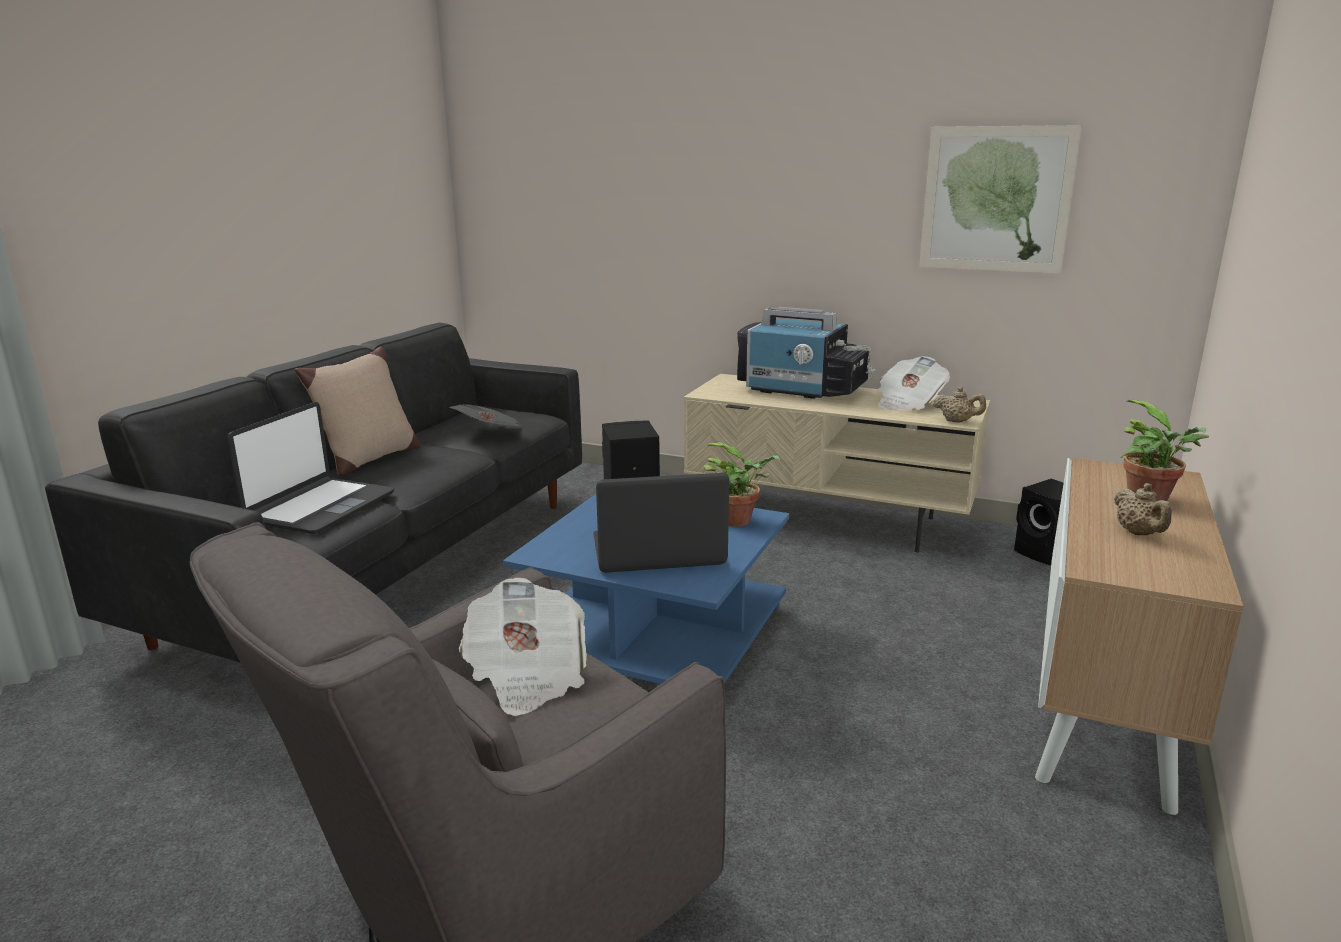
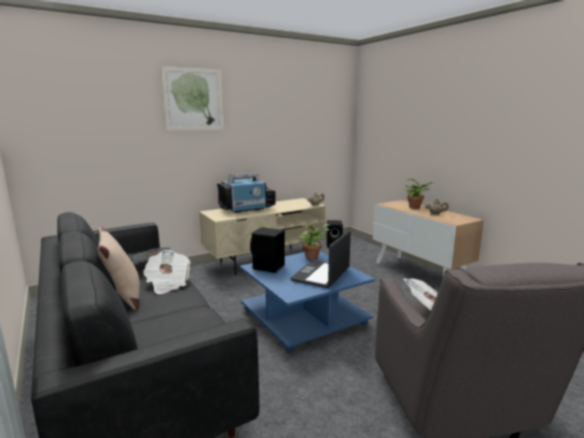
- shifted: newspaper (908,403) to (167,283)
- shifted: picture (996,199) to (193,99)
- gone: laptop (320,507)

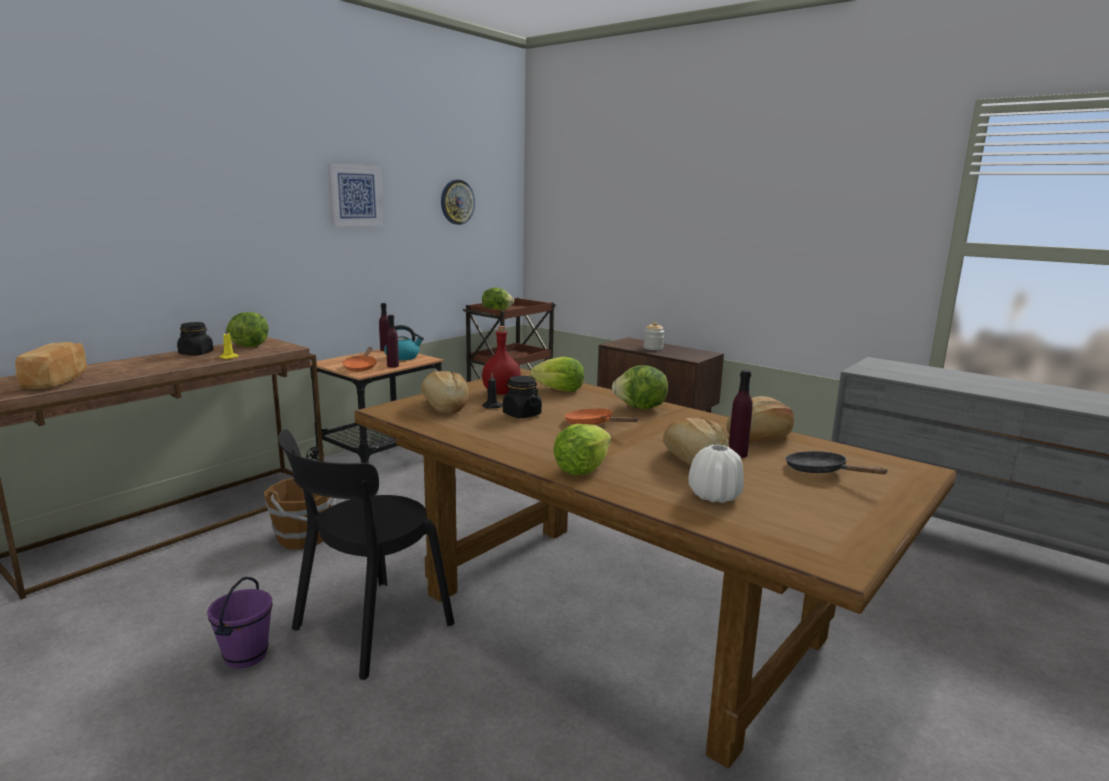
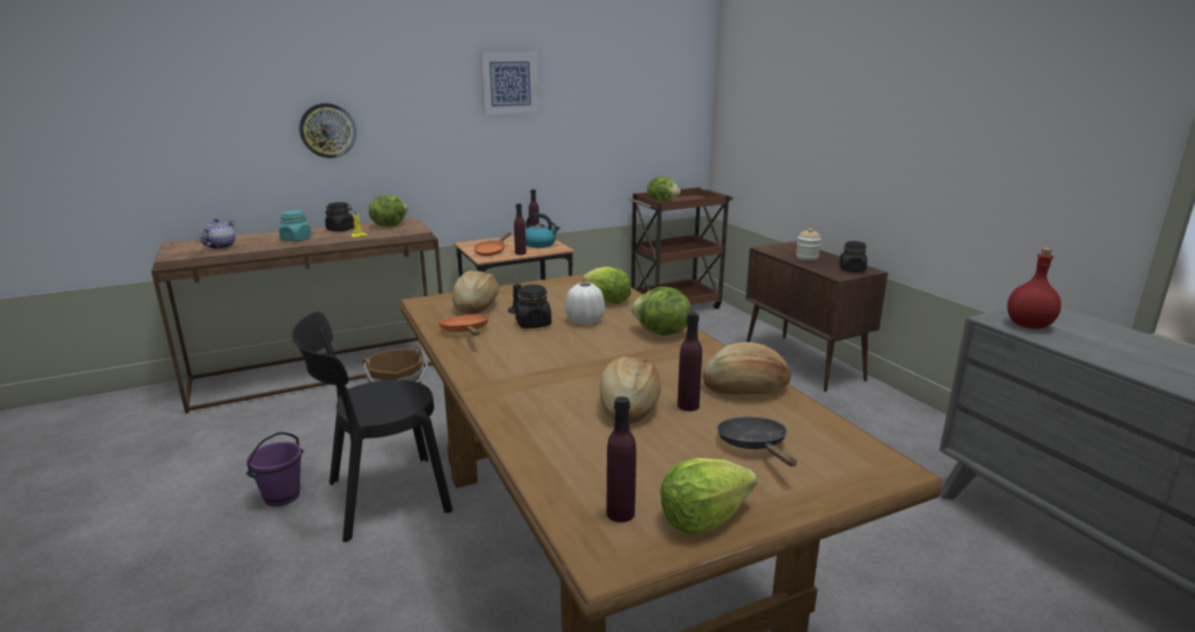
- swapped: bread (58,380) to teapot (220,246)
- new: turquoise jar (296,239)
- shifted: wall clock (457,202) to (328,130)
- shifted: orange frying pan (593,424) to (466,331)
- shifted: white vase (714,496) to (585,320)
- new: purple bottle (620,513)
- shifted: lettuce (582,469) to (703,518)
- new: black jar (852,269)
- shifted: red bottle (501,392) to (1029,325)

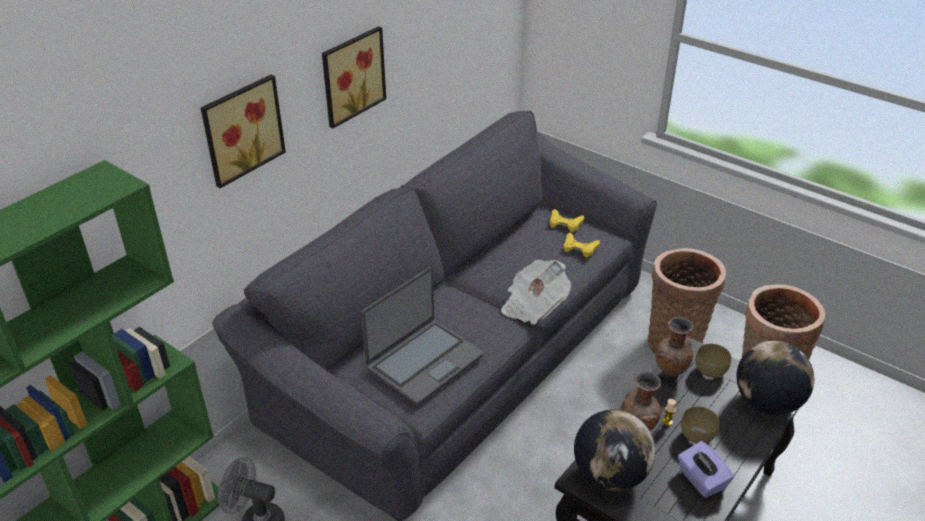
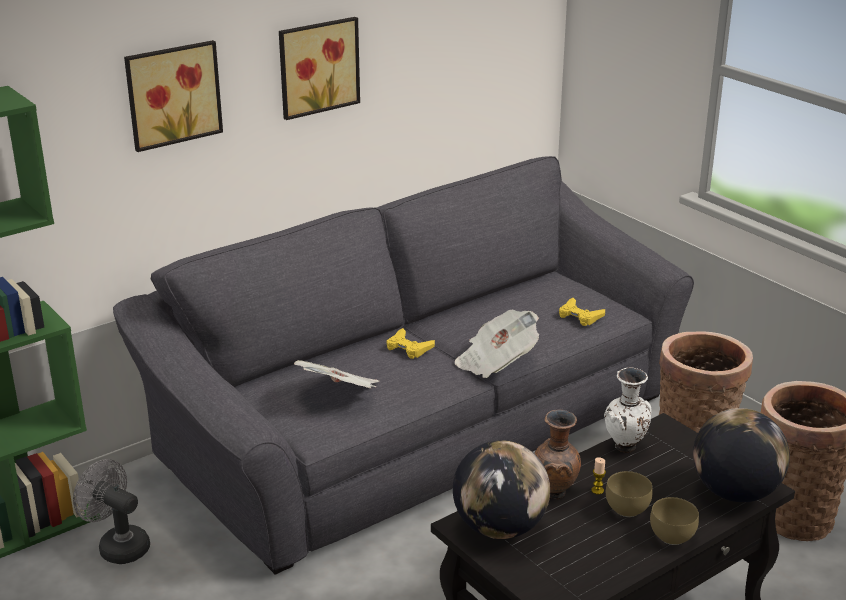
- swapped: laptop (424,362) to newspaper (340,394)
- shifted: yellow game controller (565,223) to (408,348)
- repainted: brown vase (670,376) to white vase (625,448)
- shifted: brown bowl (711,370) to (673,536)
- gone: purple tissue box (701,480)

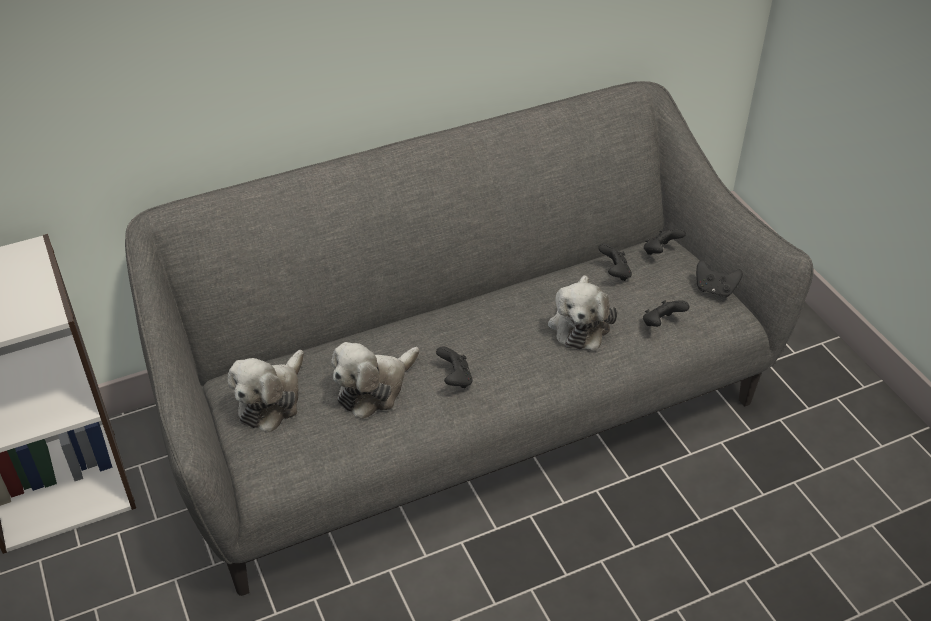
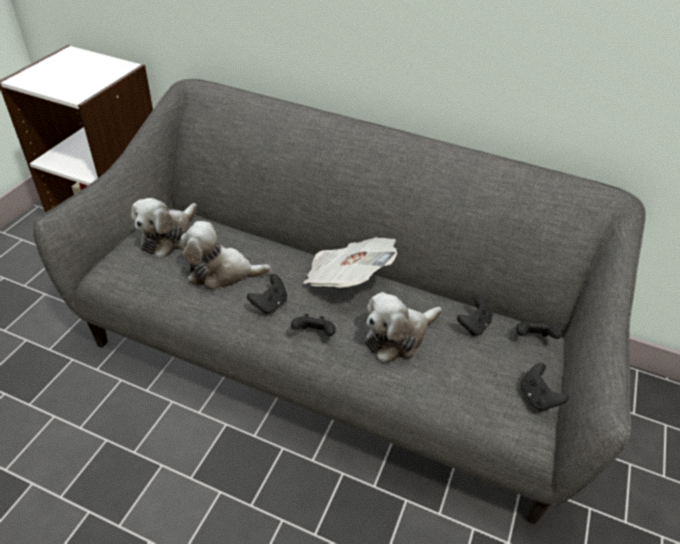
- rotated: plush toy (271,400) = (168,236) 45 degrees counterclockwise
- shifted: black game controller (661,324) to (314,334)
- new: newspaper (346,279)

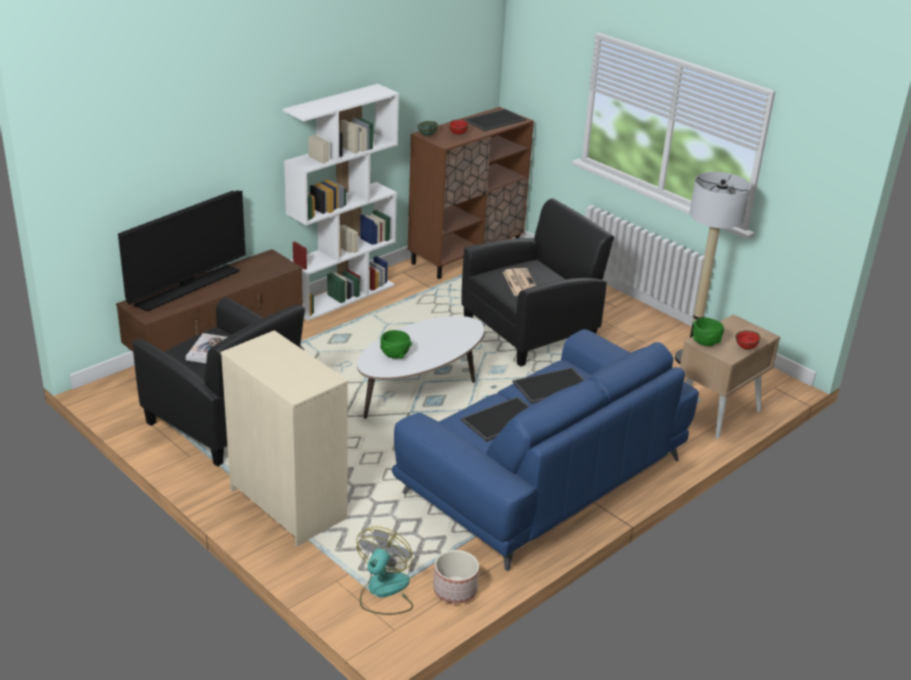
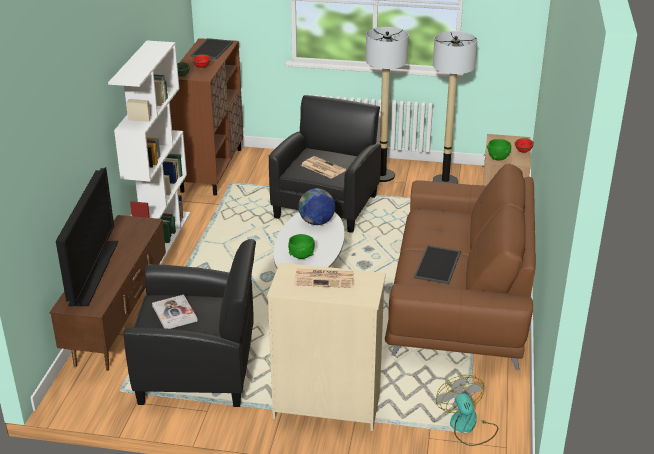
- new: newspaper (325,278)
- new: globe (316,222)
- new: floor lamp (382,176)
- repainted: blue sofa (543,476) to brown sofa (459,298)
- gone: planter (455,590)
- gone: tray (552,387)

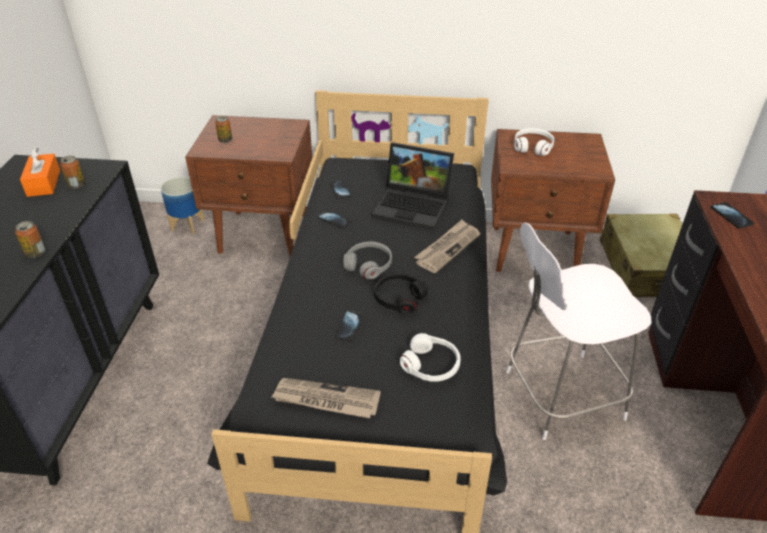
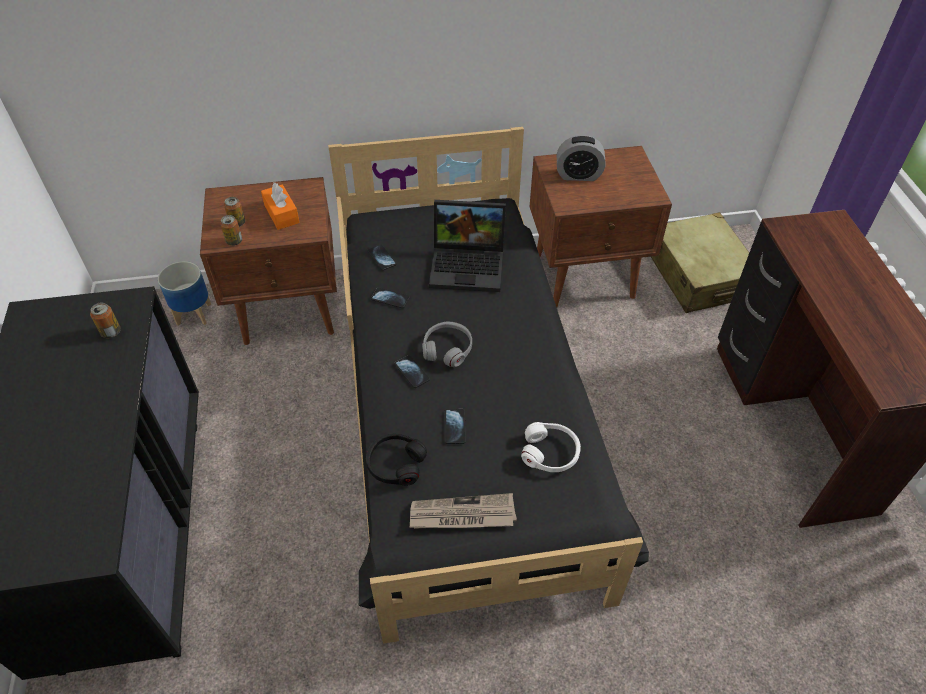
- shifted: can (35,253) to (234,241)
- shifted: orange tissue box (44,183) to (281,214)
- shifted: black headphones (399,298) to (395,464)
- shifted: phone (731,216) to (412,372)
- swapped: white headphones (533,147) to alarm clock (578,175)
- gone: newspaper (447,248)
- gone: white chair (559,395)

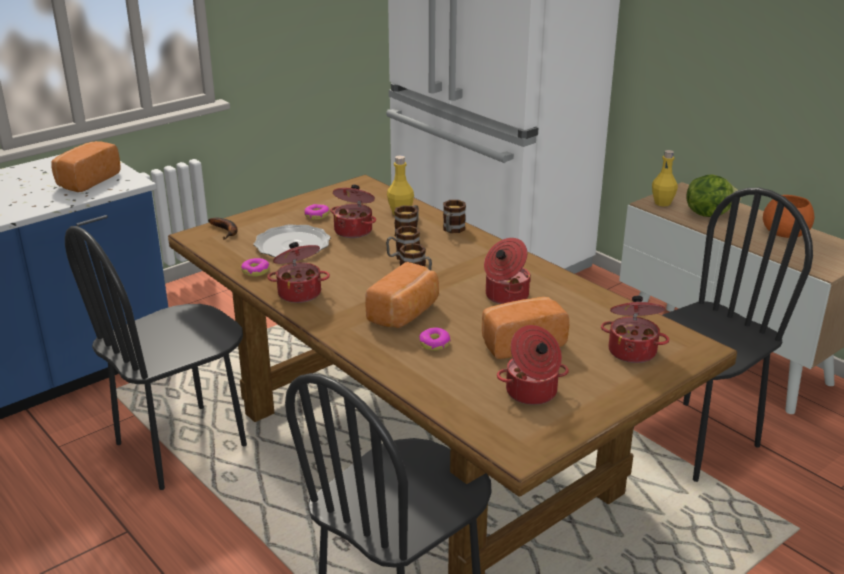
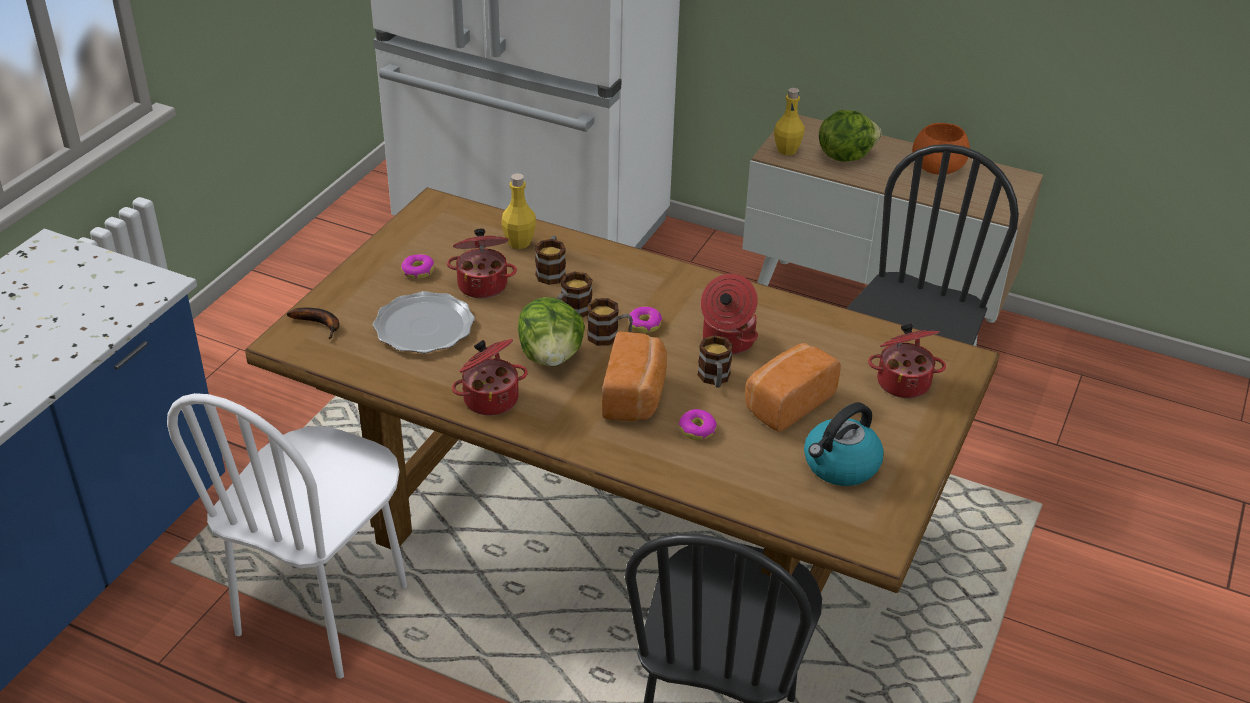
- repainted: black chair (181,445) to white chair (324,611)
- new: lettuce (551,356)
- shifted: donut (256,271) to (644,324)
- shifted: mug (452,230) to (714,379)
- swapped: cooking pot (531,392) to kettle (840,466)
- gone: bread (86,181)

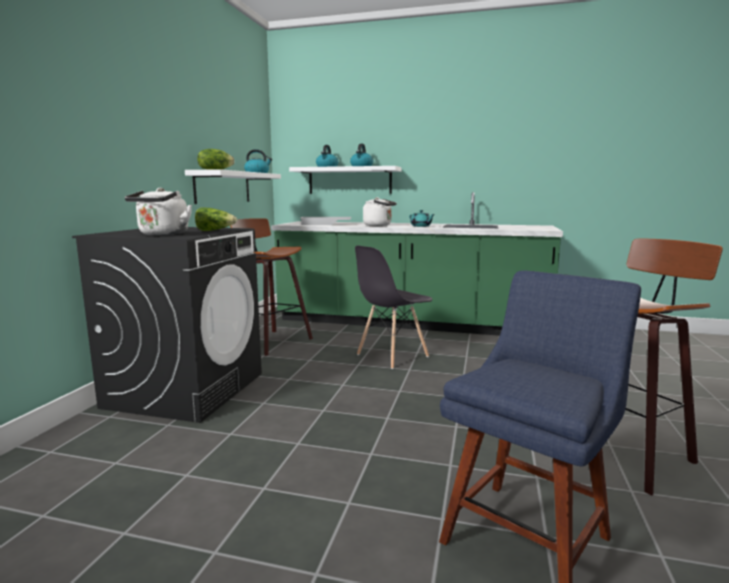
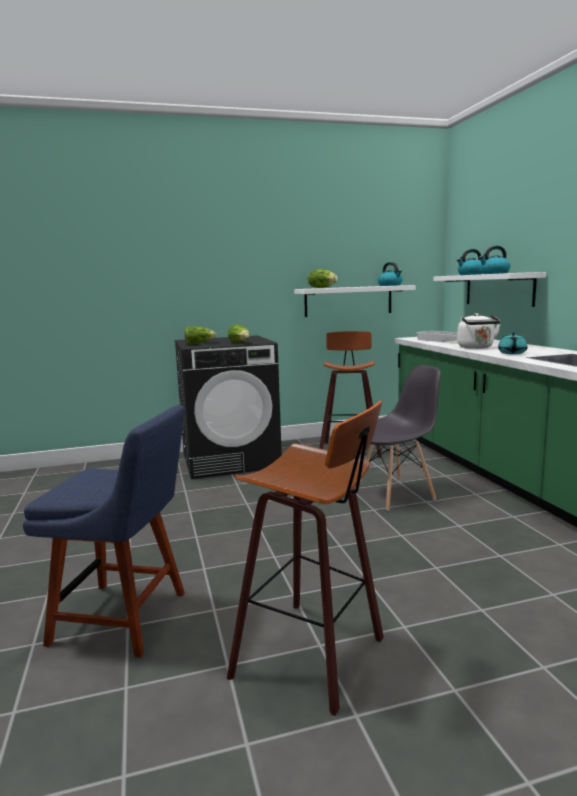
- swapped: white kettle (162,234) to lettuce (199,343)
- rotated: grey chair (391,356) = (395,494) 135 degrees clockwise

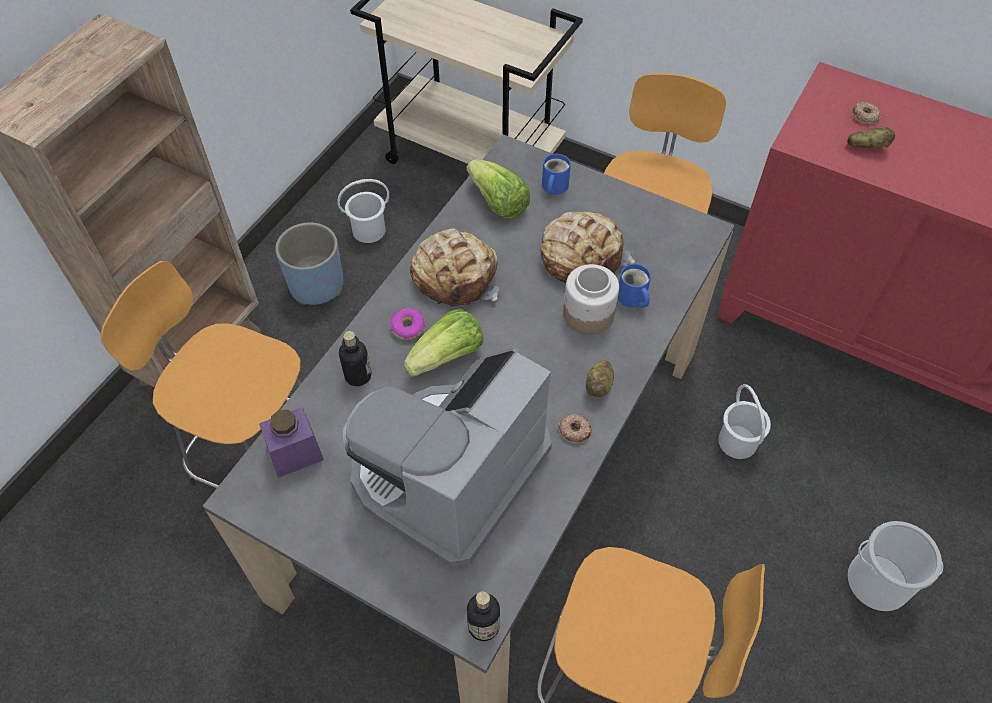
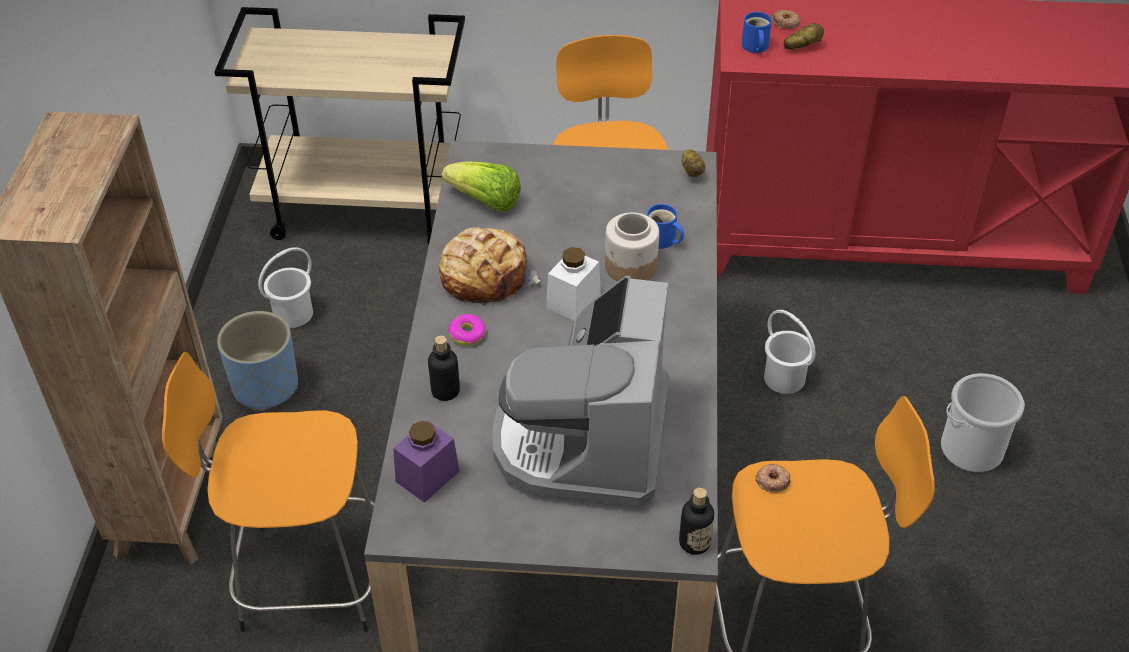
- new: white jar (573,301)
- shifted: potato (599,385) to (692,171)
- shifted: blue mug (553,187) to (754,47)
- shifted: donut (574,430) to (772,480)
- gone: lettuce (447,356)
- gone: bread (581,256)

